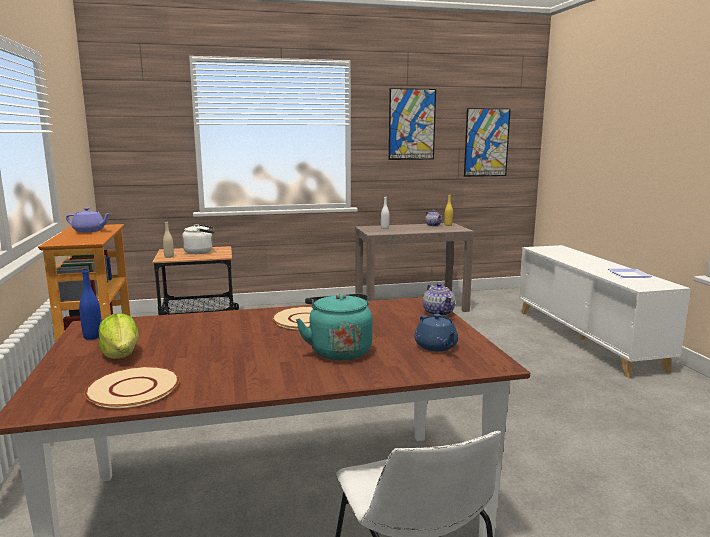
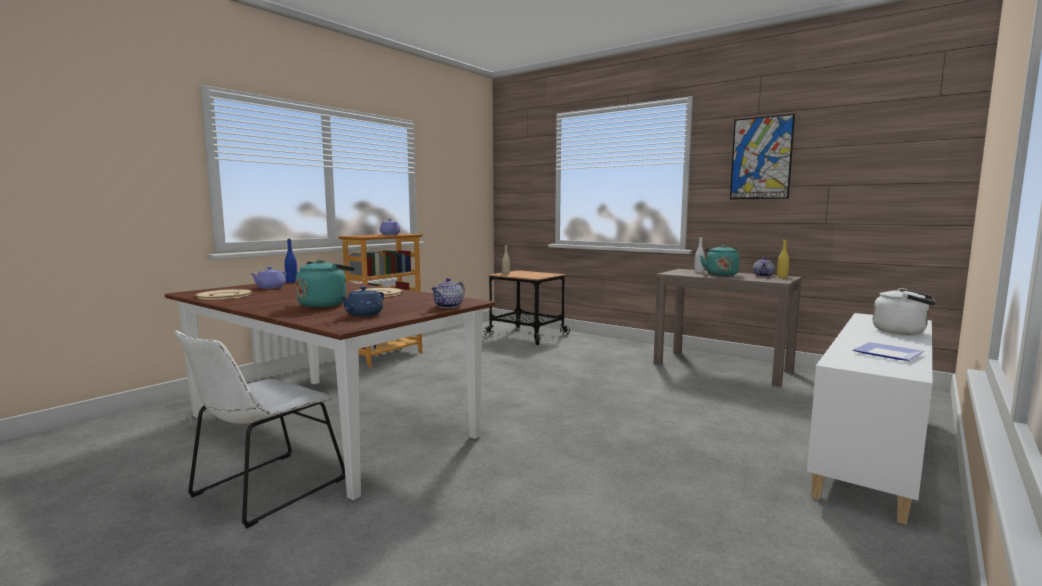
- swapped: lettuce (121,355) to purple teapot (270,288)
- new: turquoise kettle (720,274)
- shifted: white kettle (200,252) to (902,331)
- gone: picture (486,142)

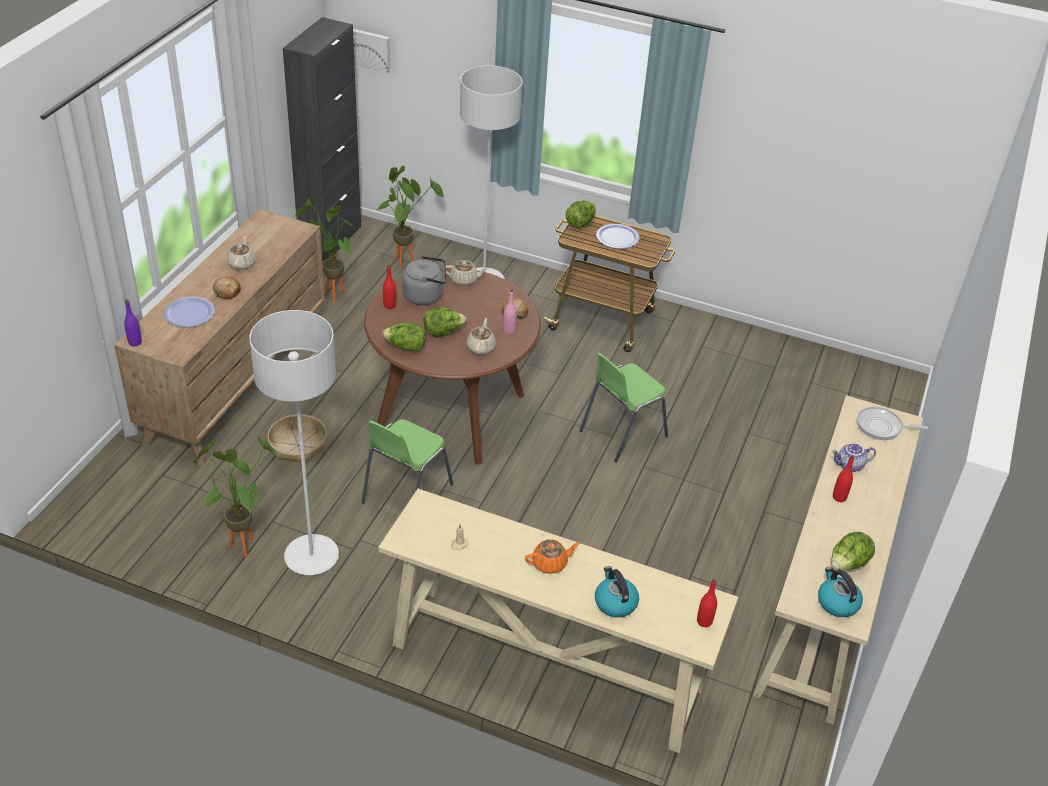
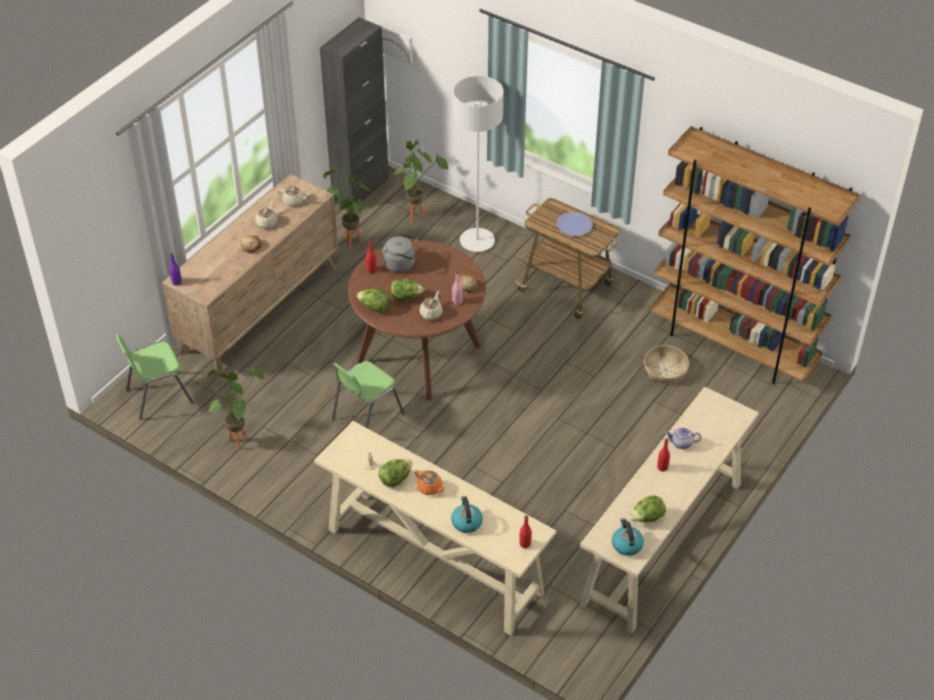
- shifted: green chair (621,433) to (158,396)
- shifted: beige teapot (464,280) to (294,201)
- shifted: lettuce (580,223) to (395,479)
- rotated: orange teapot (550,563) = (430,488) 45 degrees clockwise
- shifted: basket (298,445) to (665,370)
- new: brown bookcase (733,345)
- gone: plate (189,313)
- gone: grey floor lamp (311,556)
- gone: frying pan (882,427)

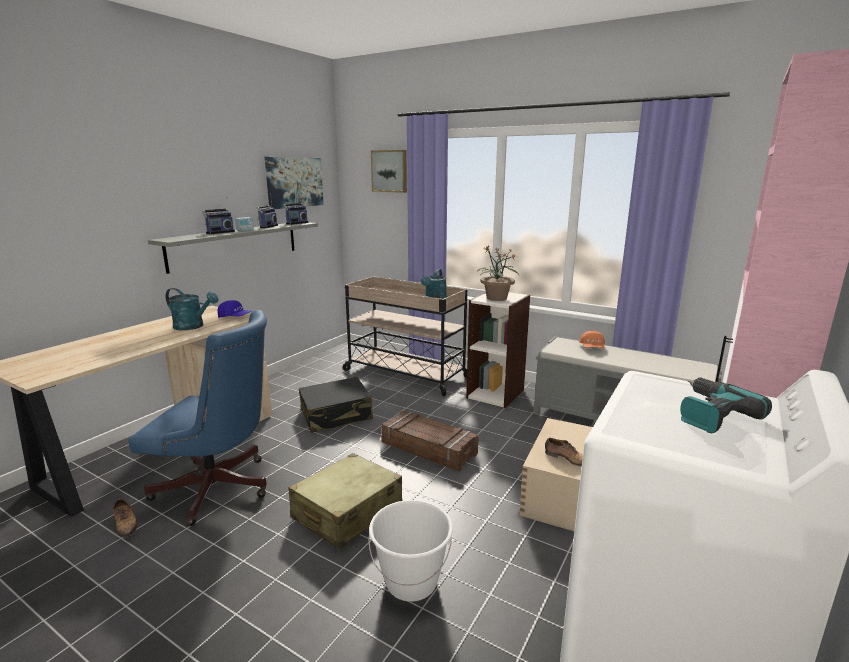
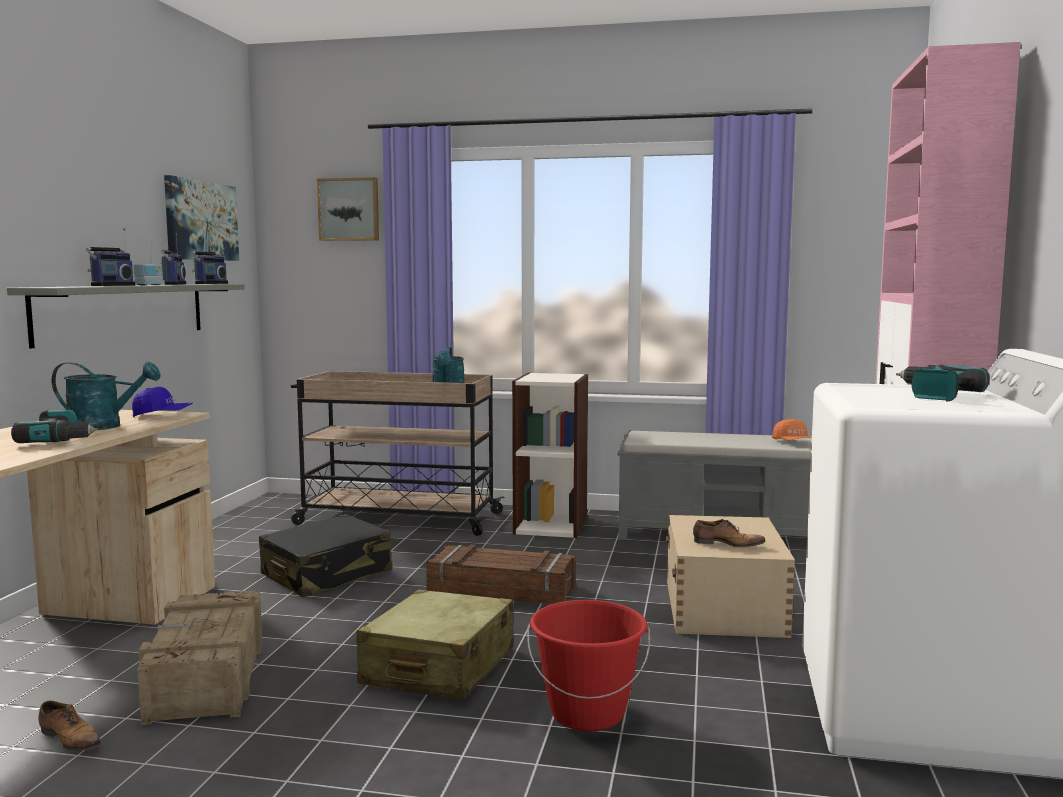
- new: power drill (60,439)
- swapped: blue office chair (220,490) to crate (206,677)
- repainted: white bucket (411,581) to red bucket (587,713)
- shifted: orange cap (592,347) to (792,443)
- gone: potted plant (496,298)

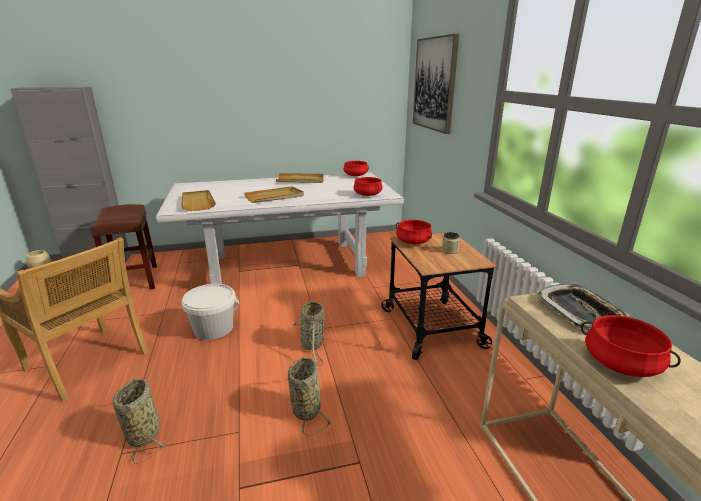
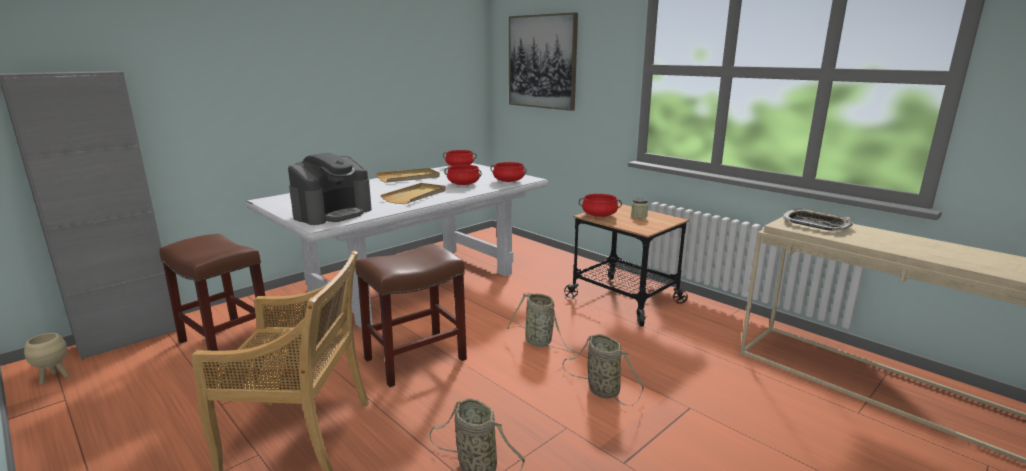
- swapped: beige tray (197,202) to coffee machine (333,213)
- swapped: white bucket (213,329) to brown stool (414,360)
- shifted: red cooking pot (620,364) to (463,184)

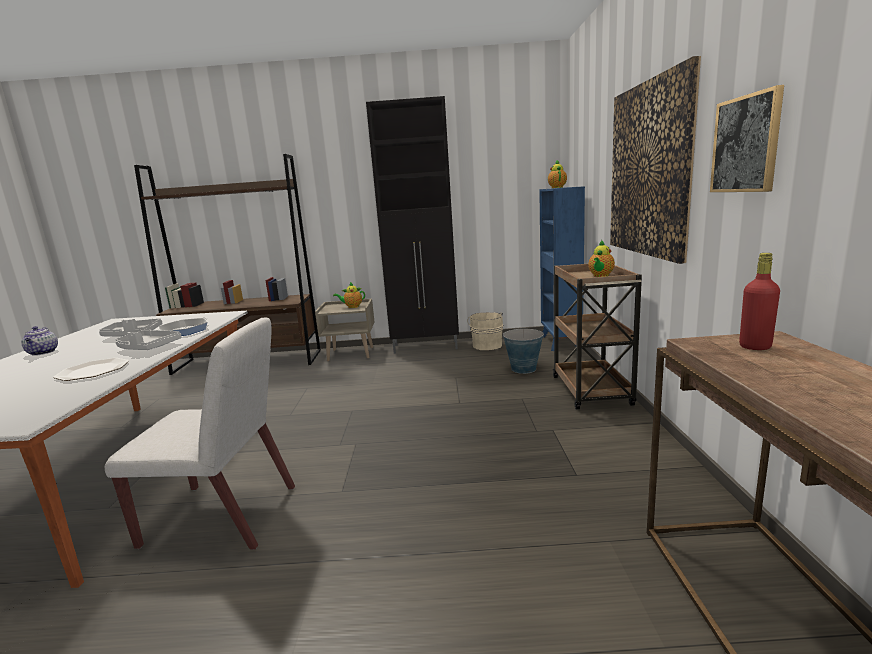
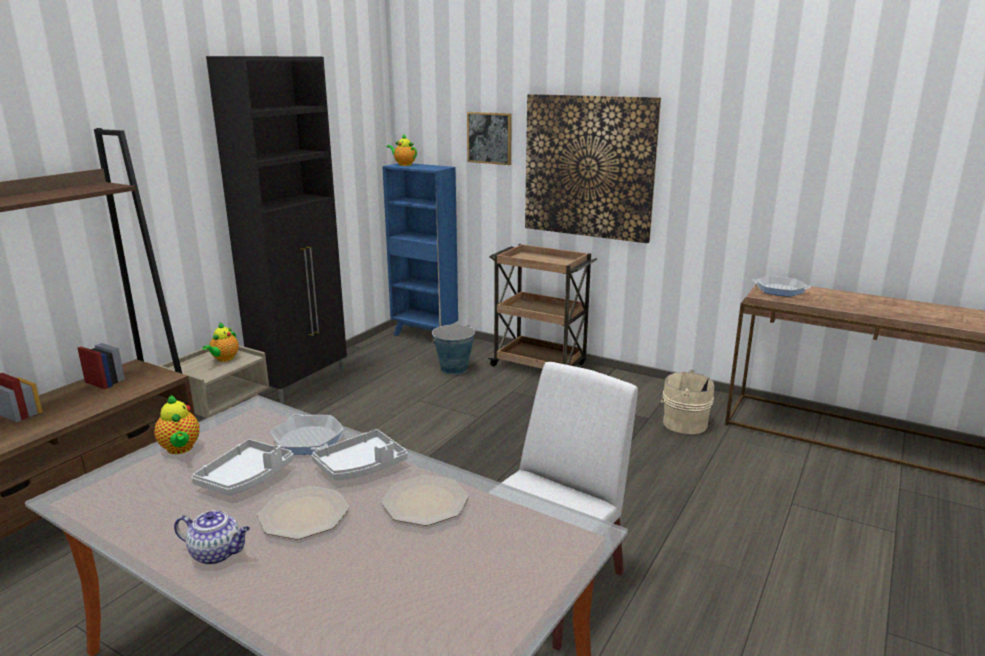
- shifted: teapot (600,276) to (180,449)
- new: plate (304,513)
- shifted: picture (746,144) to (489,138)
- shifted: beige bucket (487,345) to (682,423)
- swapped: red bottle (755,347) to frying pan (780,290)

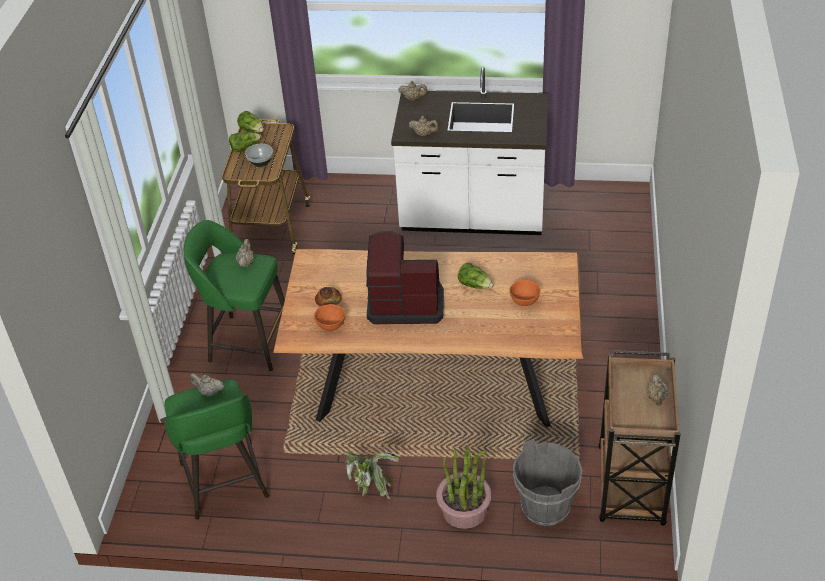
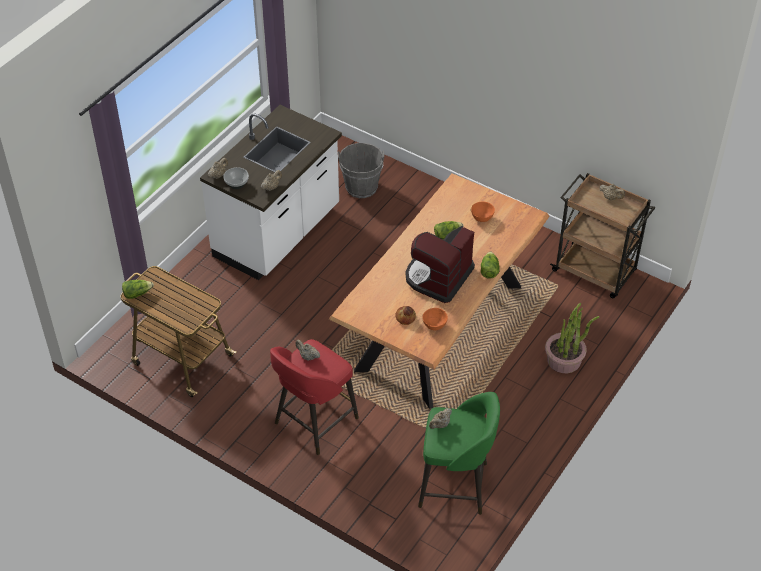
- shifted: bowl (260,162) to (237,184)
- repainted: green stool (247,342) to red stool (314,422)
- shifted: grey bucket (545,507) to (361,188)
- shifted: lettuce (245,148) to (489,270)
- gone: potted plant (370,484)

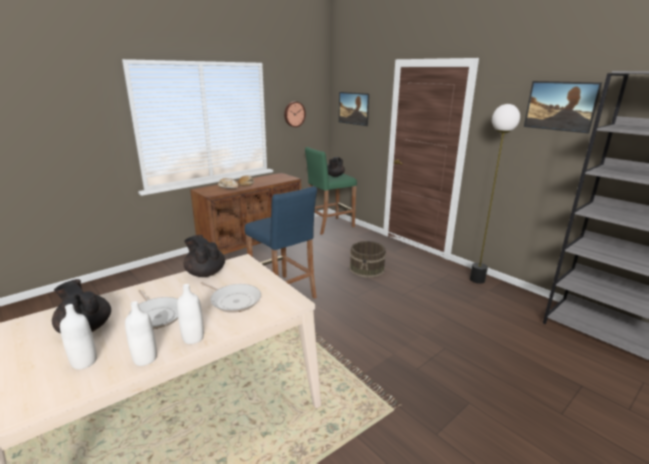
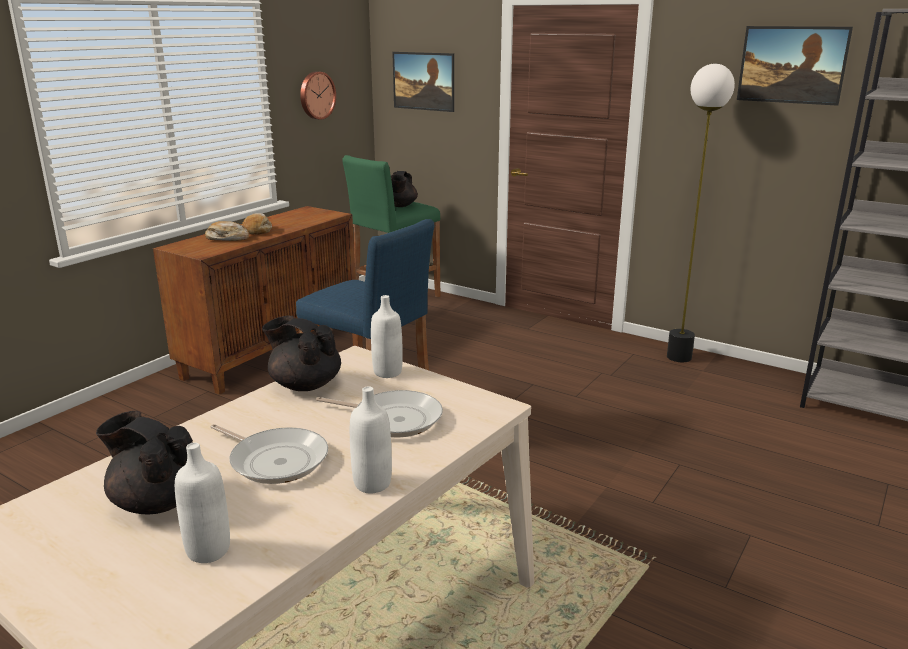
- shifted: white bottle (145,359) to (387,372)
- gone: brown bucket (367,268)

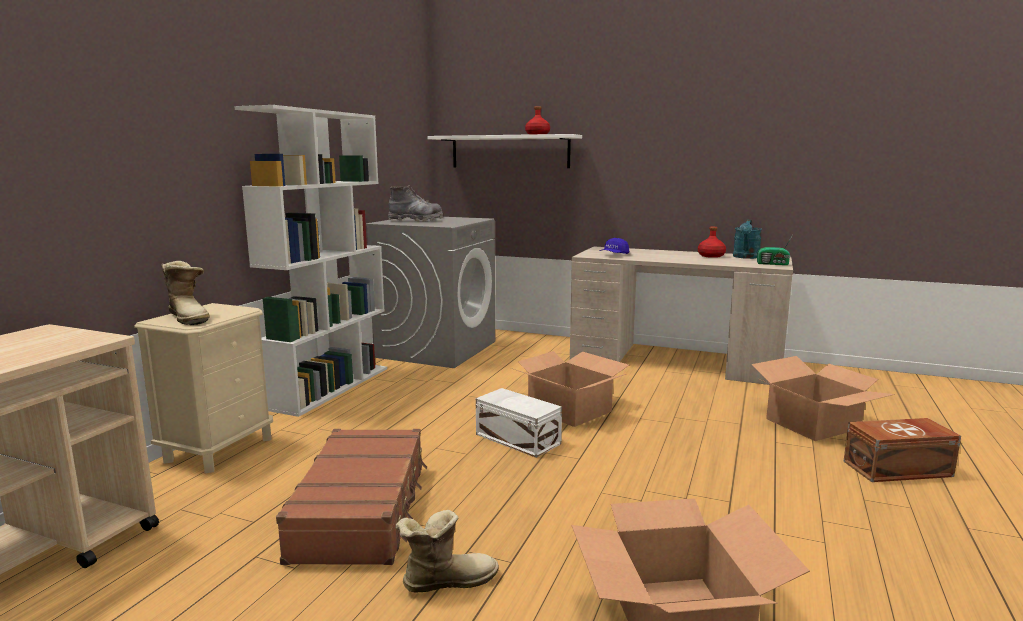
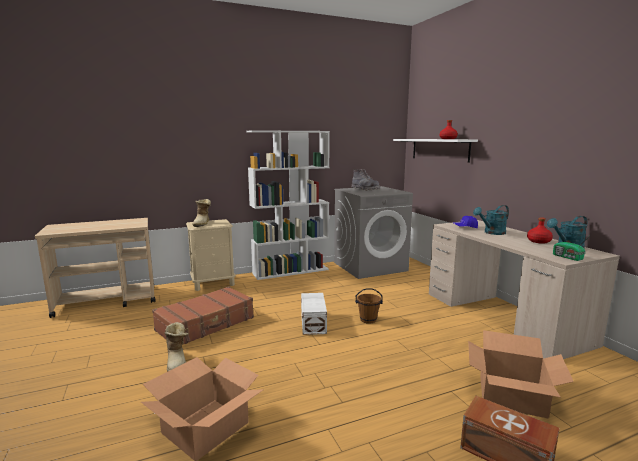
- rotated: boot (446,580) = (178,362) 45 degrees clockwise
- swapped: cardboard box (570,409) to brown bucket (368,319)
- new: turquoise watering can (492,233)

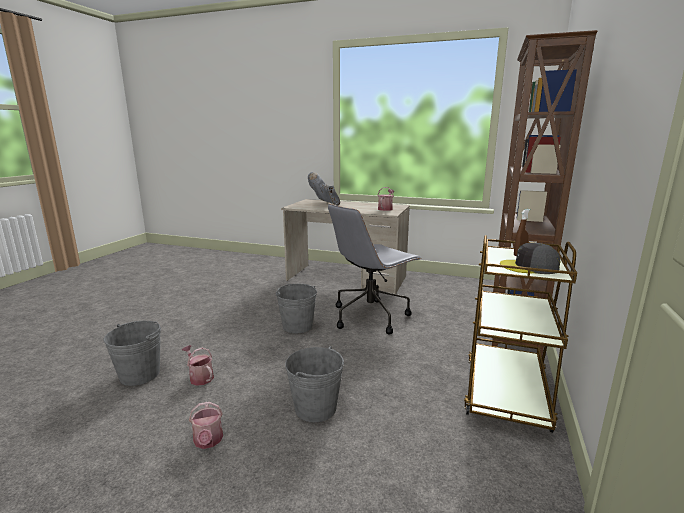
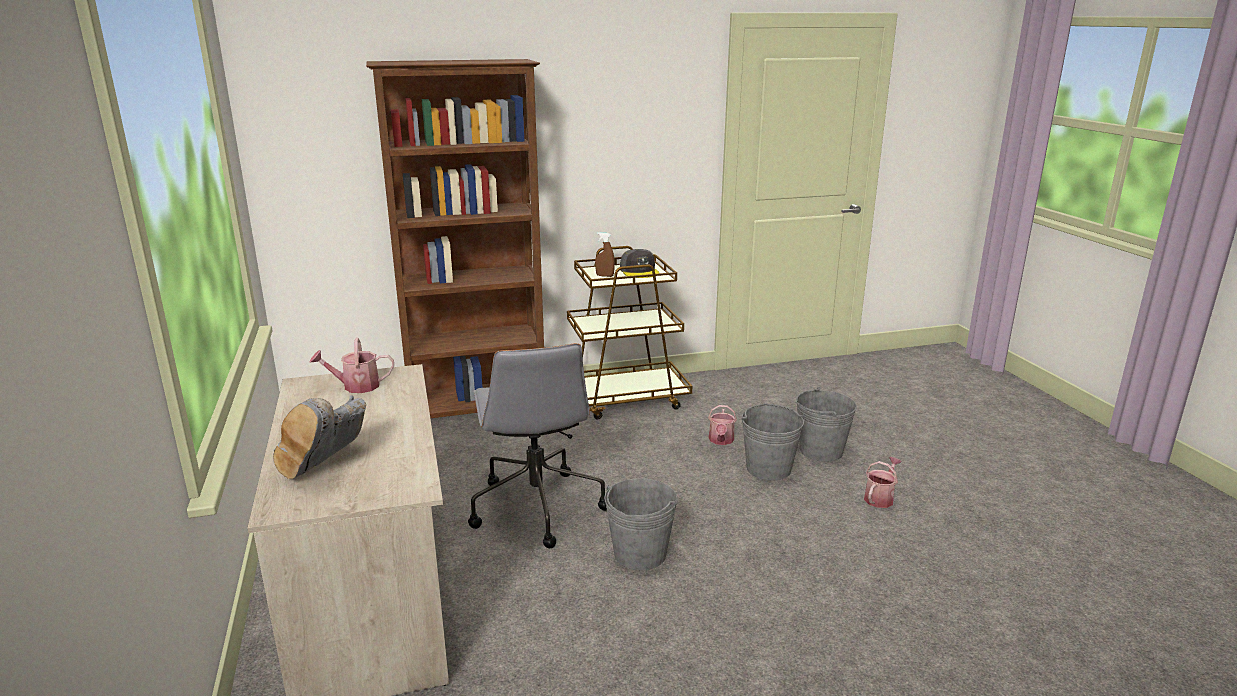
- rotated: grey office chair (371,316) = (536,506) 60 degrees clockwise
- shifted: watering can (200,377) to (721,441)
- shifted: grey bucket (140,374) to (821,451)

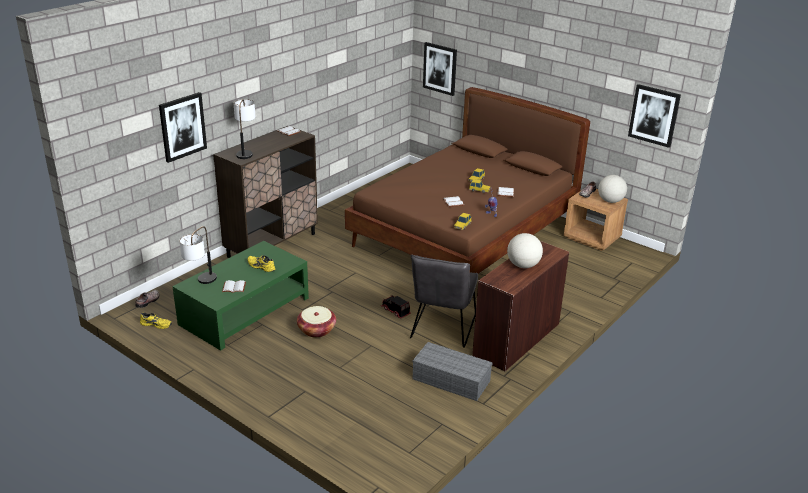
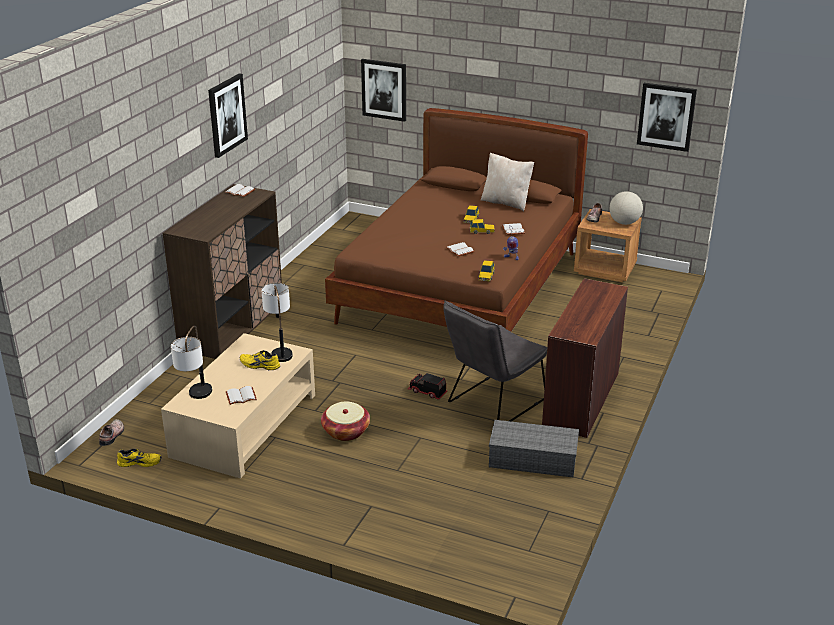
- repainted: green coffee table (245,311) to beige coffee table (244,425)
- shifted: picture (182,126) to (227,115)
- shifted: table lamp (246,151) to (280,349)
- rotated: grey chair (442,329) = (492,403) 45 degrees clockwise
- new: beige pillow (506,203)
- gone: globe (523,265)

